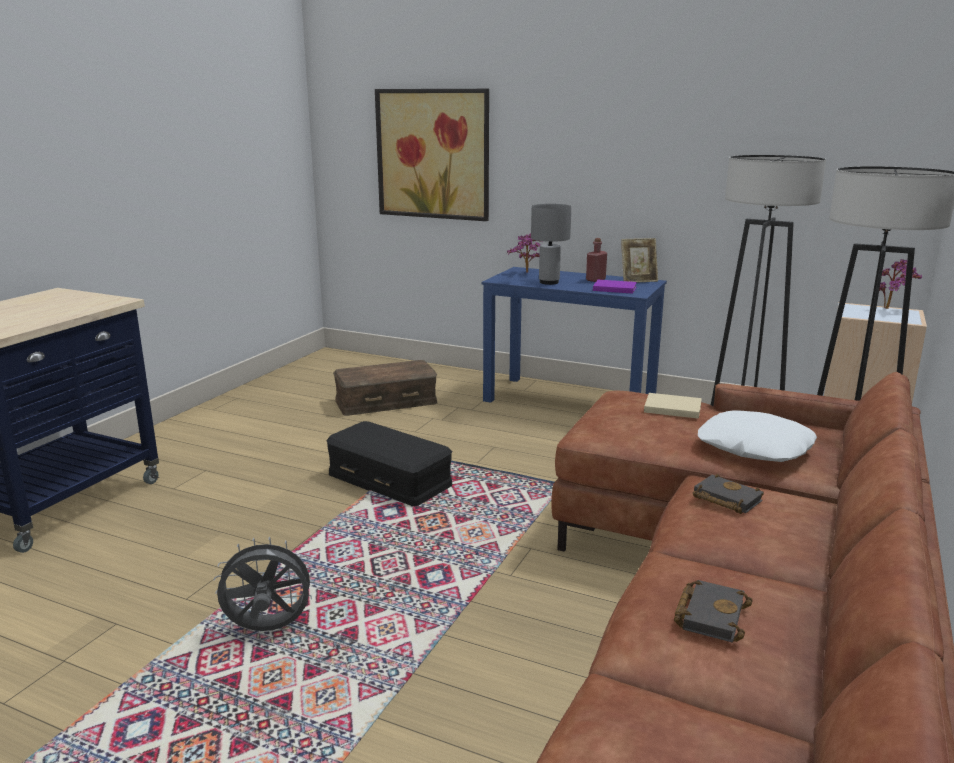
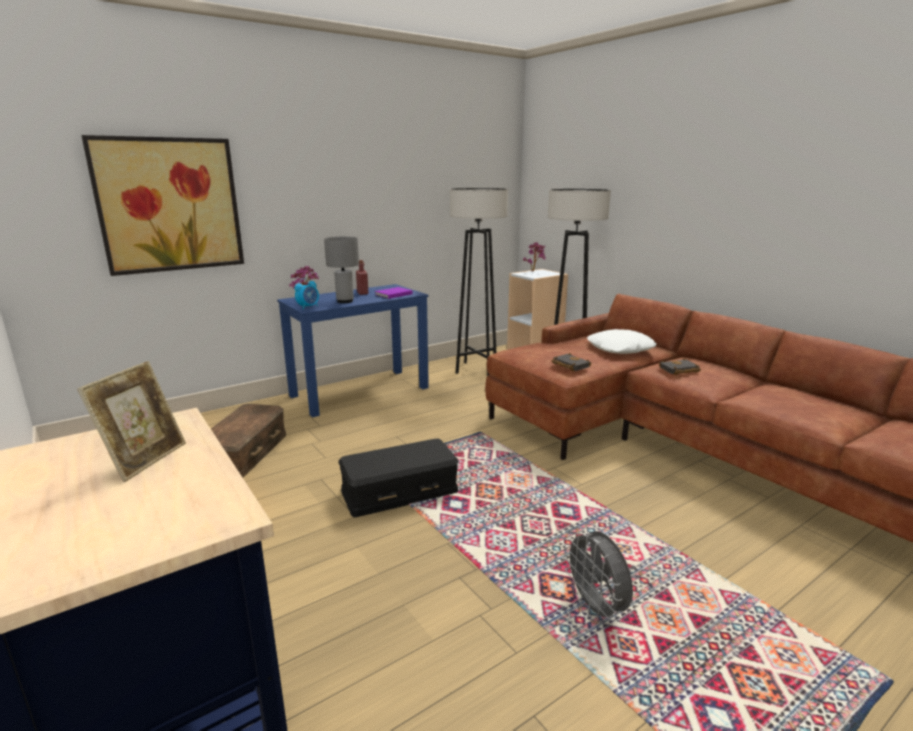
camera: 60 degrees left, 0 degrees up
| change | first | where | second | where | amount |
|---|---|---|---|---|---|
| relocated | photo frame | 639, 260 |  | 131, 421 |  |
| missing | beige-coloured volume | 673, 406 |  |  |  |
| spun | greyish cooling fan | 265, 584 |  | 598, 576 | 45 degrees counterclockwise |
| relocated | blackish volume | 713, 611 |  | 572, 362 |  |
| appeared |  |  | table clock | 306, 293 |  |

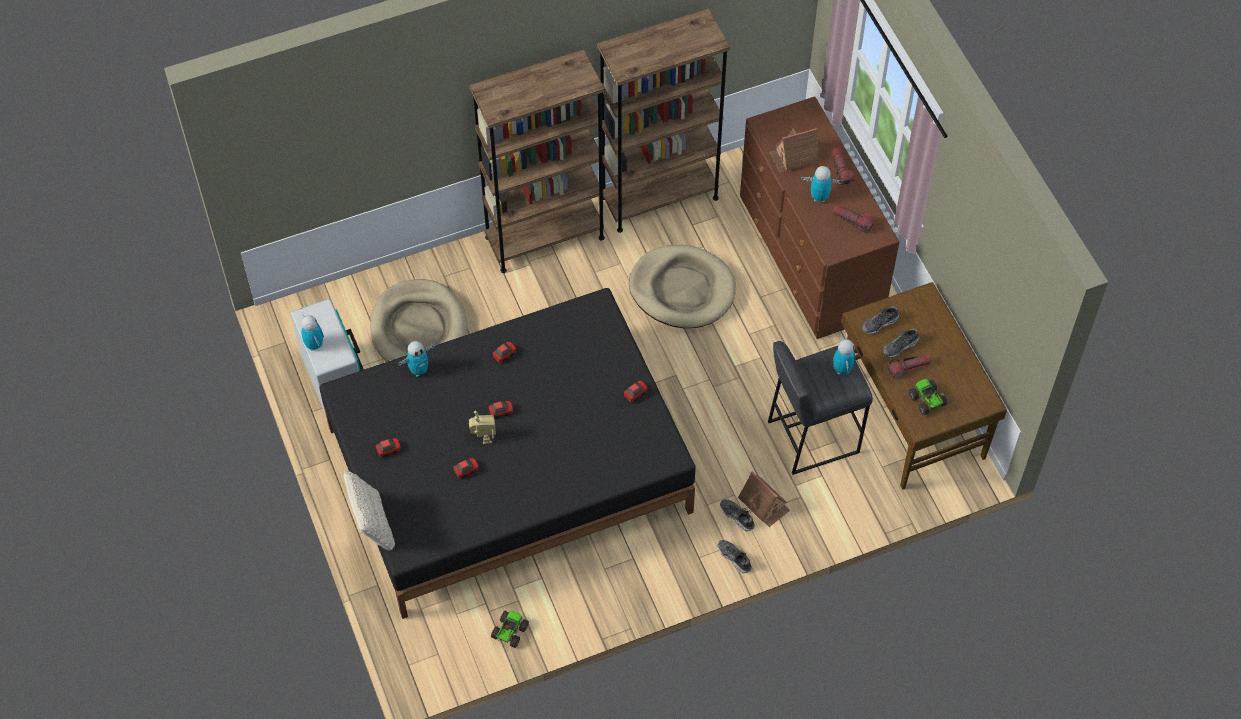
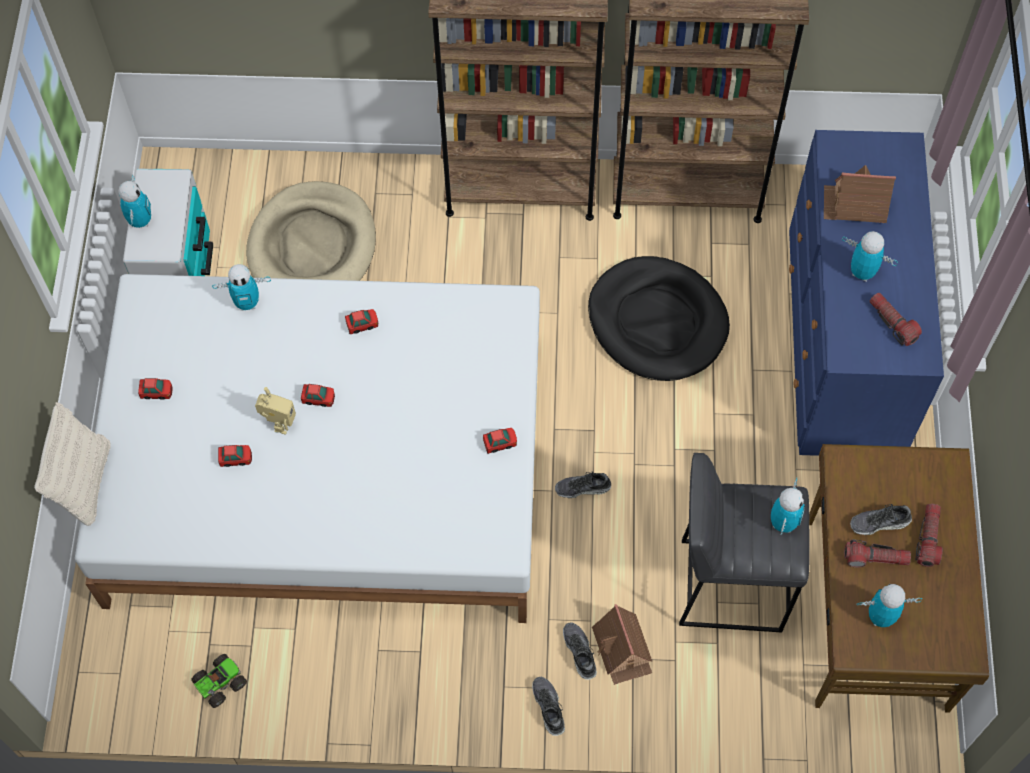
camera: 25 degrees right, 5 degrees up
| change | first | where | second | where | amount |
|---|---|---|---|---|---|
| colour | brown chest of drawers | 819, 218 | blue-coloured chest of drawers | 866, 293 |  |
| relocated | flashlight | 843, 166 |  | 929, 535 |  |
| colour | beige-coloured dog cushion | 682, 286 | blackish dog cushion | 659, 318 |  |
| colour | blackish bed | 507, 453 | whitish bed | 307, 448 |  |
| relocated | item of footwear | 880, 320 |  | 583, 484 |  |
| exchanged | toy truck | 928, 397 | model robot | 889, 605 |  |

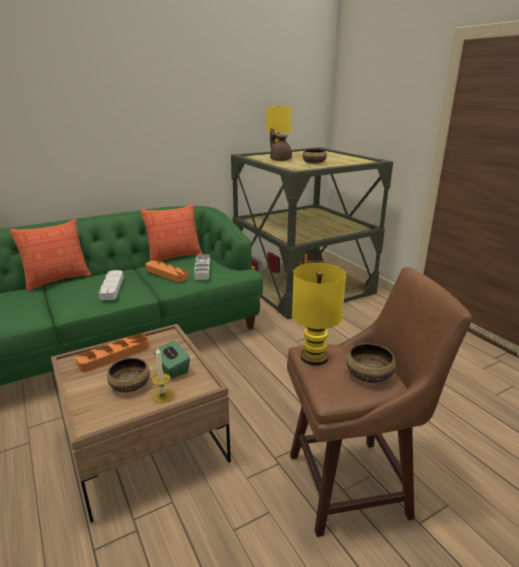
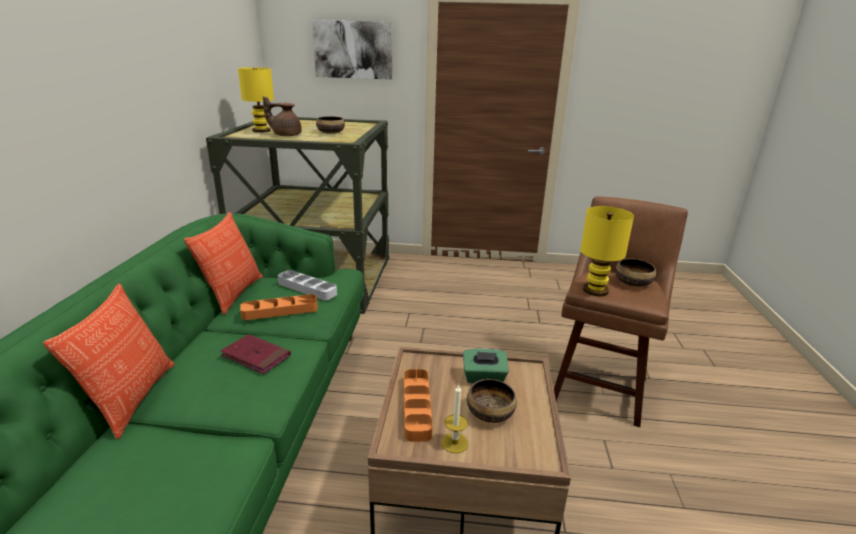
camera: 55 degrees left, 0 degrees up
| change | first | where | second | where | amount |
|---|---|---|---|---|---|
| exchanged | greyish tray | 111, 285 | red-coloured volume | 255, 354 |  |
| relocated | candle | 163, 375 |  | 454, 418 |  |
| appeared |  |  | picture | 352, 50 |  |

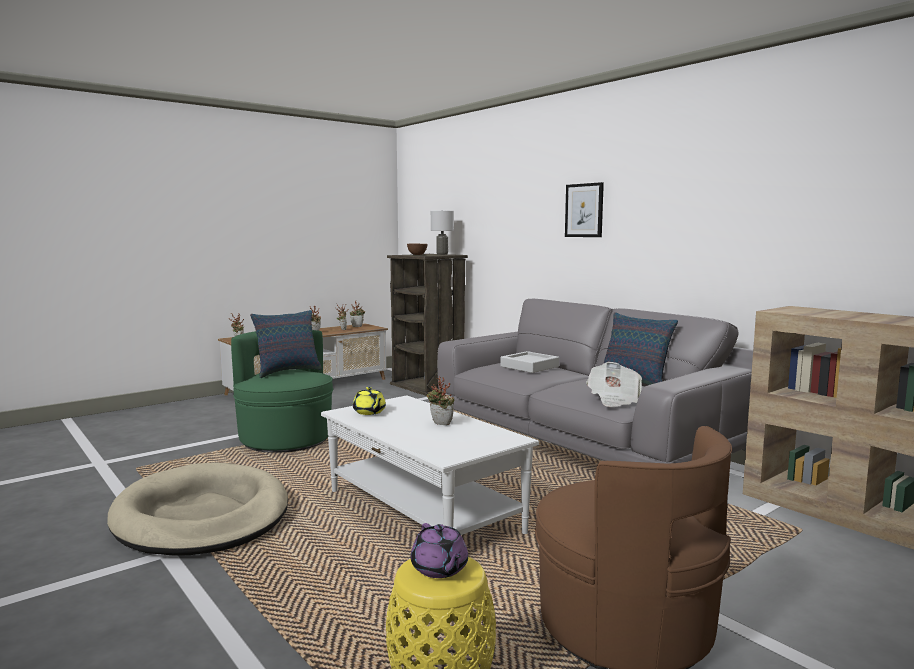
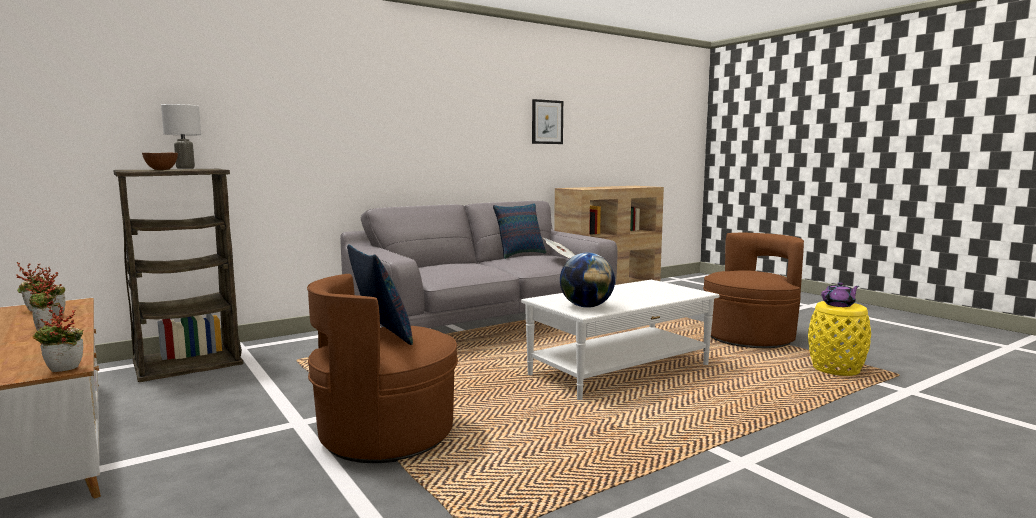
camera: 85 degrees left, 0 degrees up
| change | first | where | second | where | amount |
|---|---|---|---|---|---|
| relocated | picture | 584, 209 |  | 547, 121 |  |
| colour | greenish armchair | 282, 391 | brown armchair | 382, 368 |  |
| missing | greyish tray | 529, 362 |  |  |  |
| missing | potted plant | 440, 400 |  |  |  |
| exchanged | yellowish pot for tea | 369, 401 | desk globe | 587, 280 |  |
| missing | beige-coloured dog cushion | 197, 509 |  |  |  |

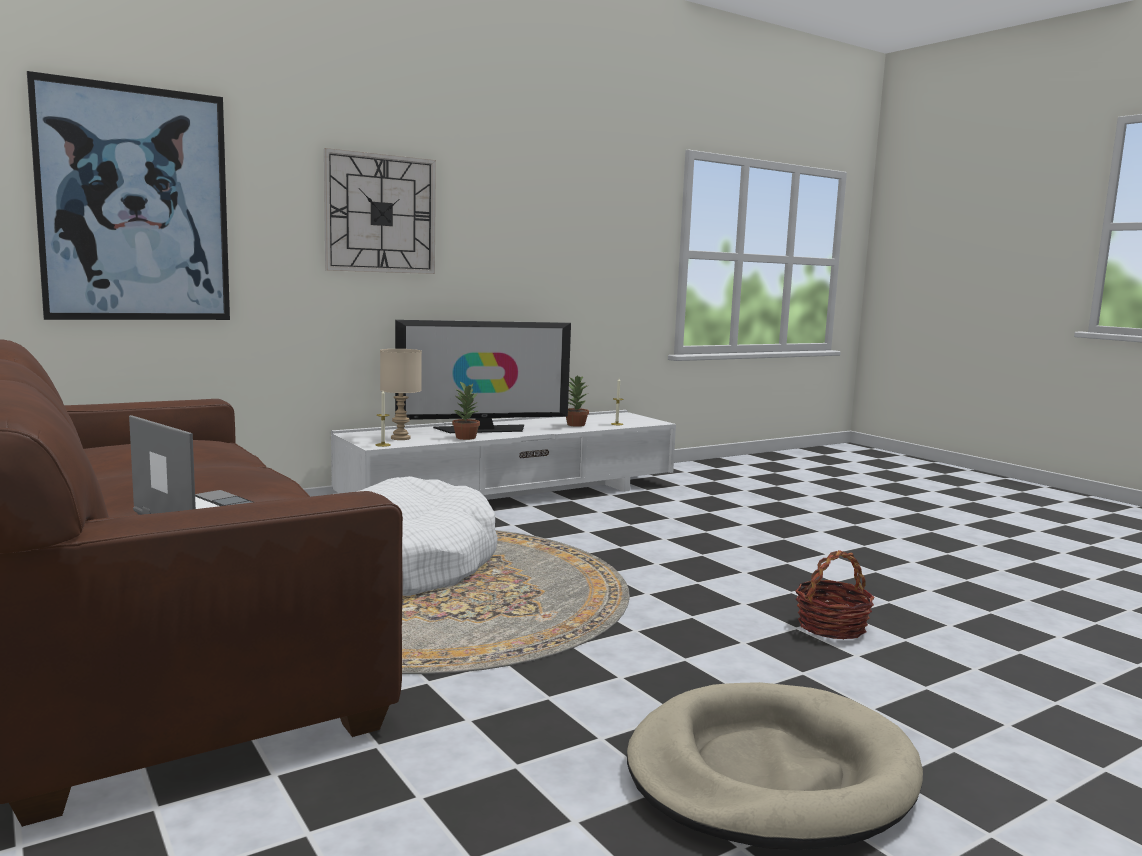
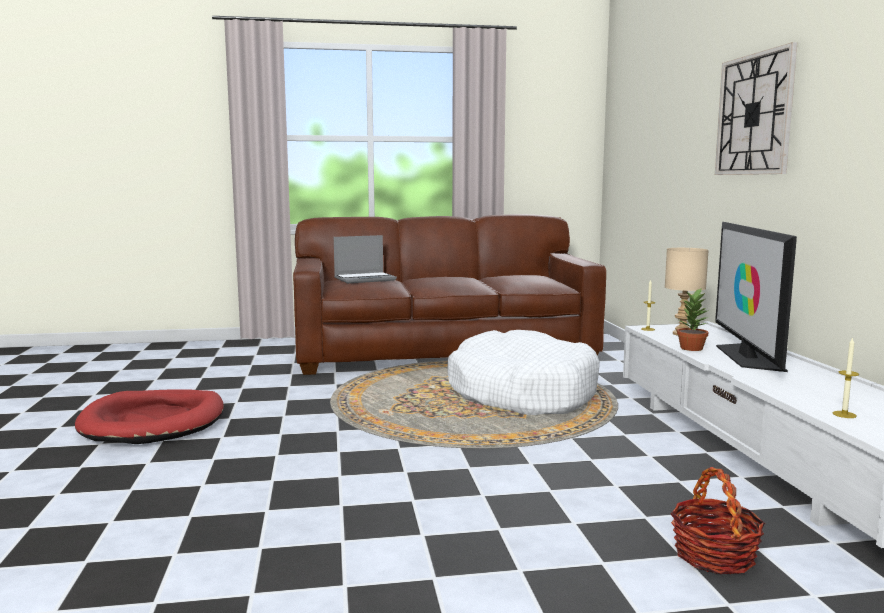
camera: 115 degrees right, 0 degrees up
| change | first | where | second | where | amount |
|---|---|---|---|---|---|
| missing | picture | 128, 195 |  |  |  |
| missing | potted plant | 577, 401 |  |  |  |
| relocated | storage basket | 835, 595 |  | 717, 520 |  |
| colour | beige-coloured dog cushion | 775, 766 | red-coloured dog cushion | 149, 416 |  |

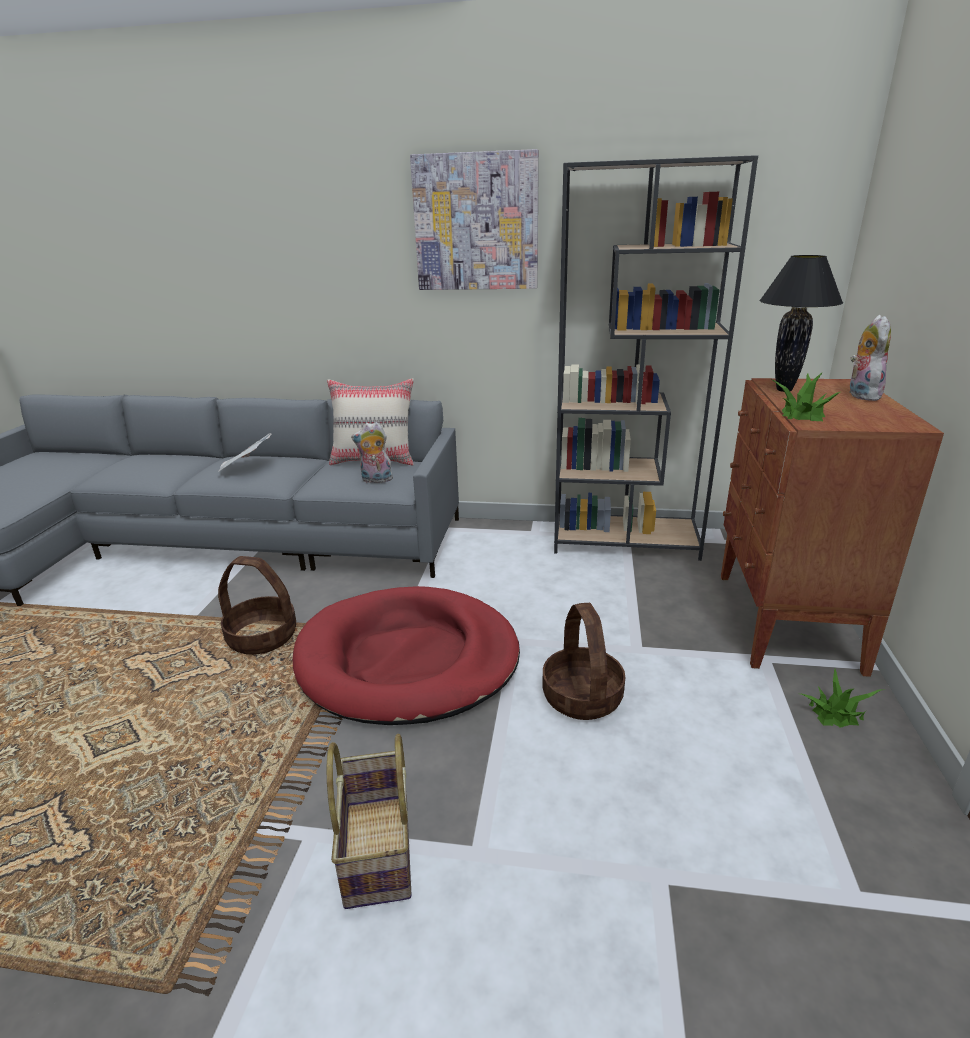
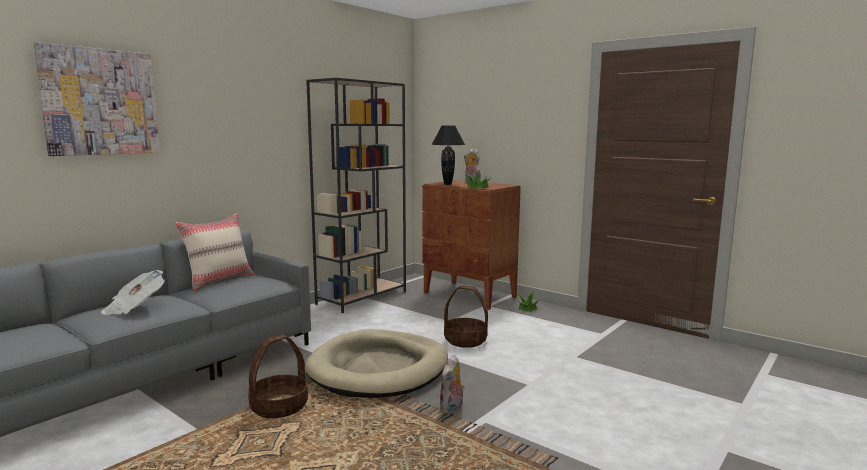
camera: 60 degrees left, 15 degrees down
| change | first | where | second | where | amount |
|---|---|---|---|---|---|
| relocated | picture | 474, 219 |  | 97, 99 |  |
| relocated | plush toy | 372, 452 |  | 452, 385 |  |
| colour | red-coloured dog cushion | 406, 655 | beige-coloured dog cushion | 376, 363 |  |
| missing | storage basket | 369, 821 |  |  |  |

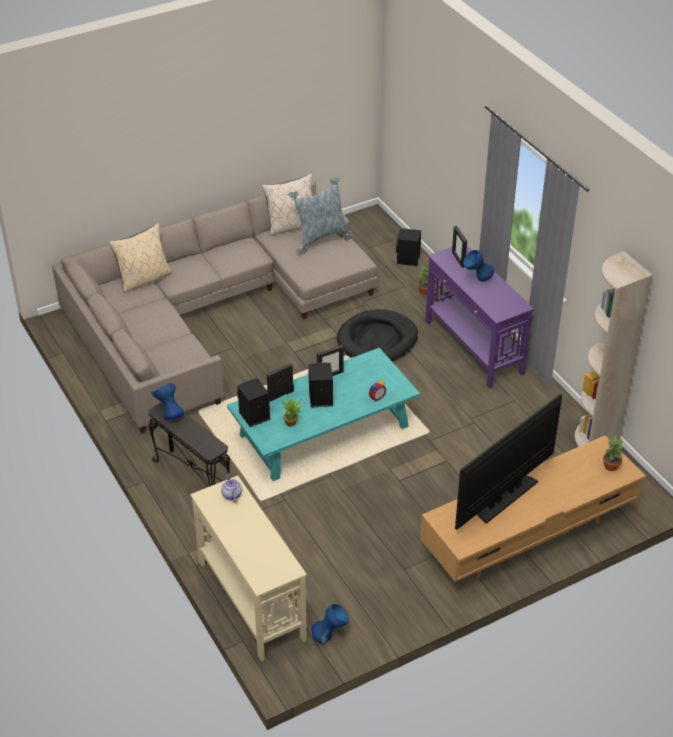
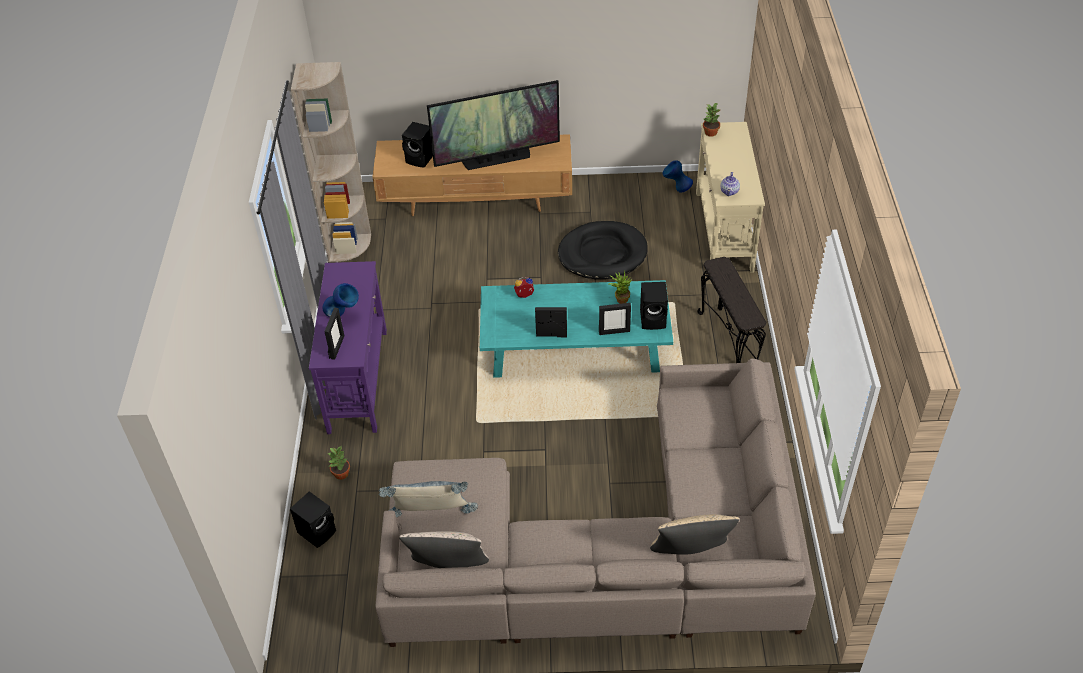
camera: 150 degrees left, 5 degrees up
| change | first | where | second | where | amount |
|---|---|---|---|---|---|
| relocated | blackish dog cushion | 377, 335 |  | 603, 250 |  |
| relocated | blackish speaker | 321, 385 |  | 417, 145 |  |
| missing | blue-coloured decorative vase | 167, 401 |  |  |  |
| relocated | potted plant | 613, 453 |  | 711, 119 |  |

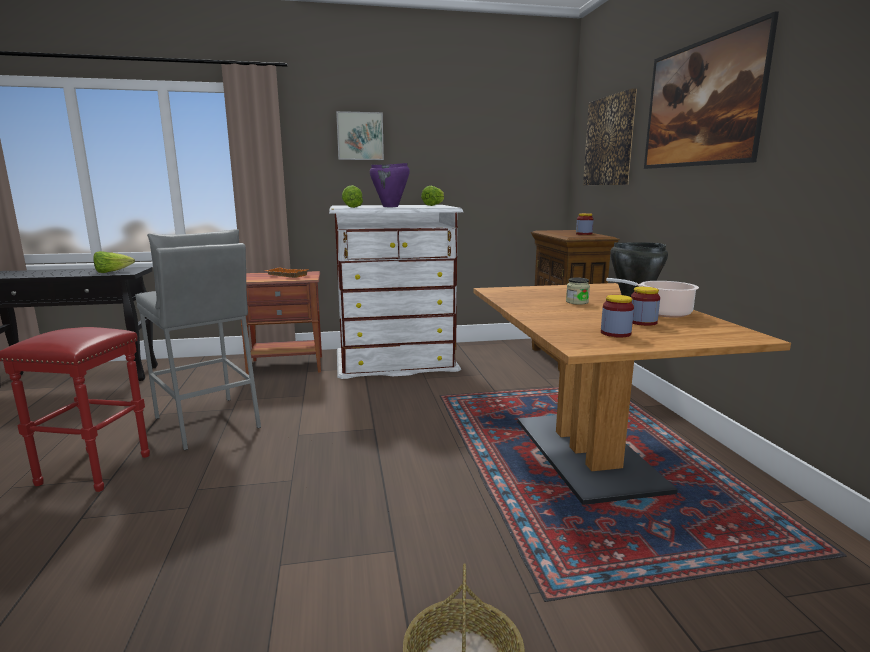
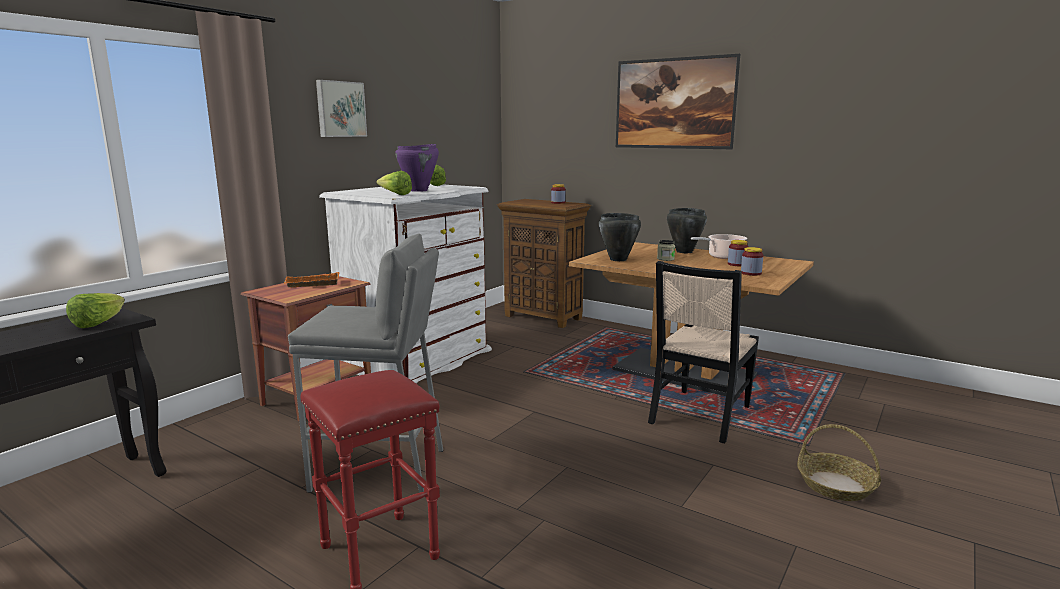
camera: 45 degrees left, 0 degrees up
| change | first | where | second | where | amount |
|---|---|---|---|---|---|
| missing | picture | 610, 136 |  |  |  |
| appeared |  |  | blackish stockpot | 620, 237 |  |
| appeared |  |  | plain chair | 703, 352 |  |

